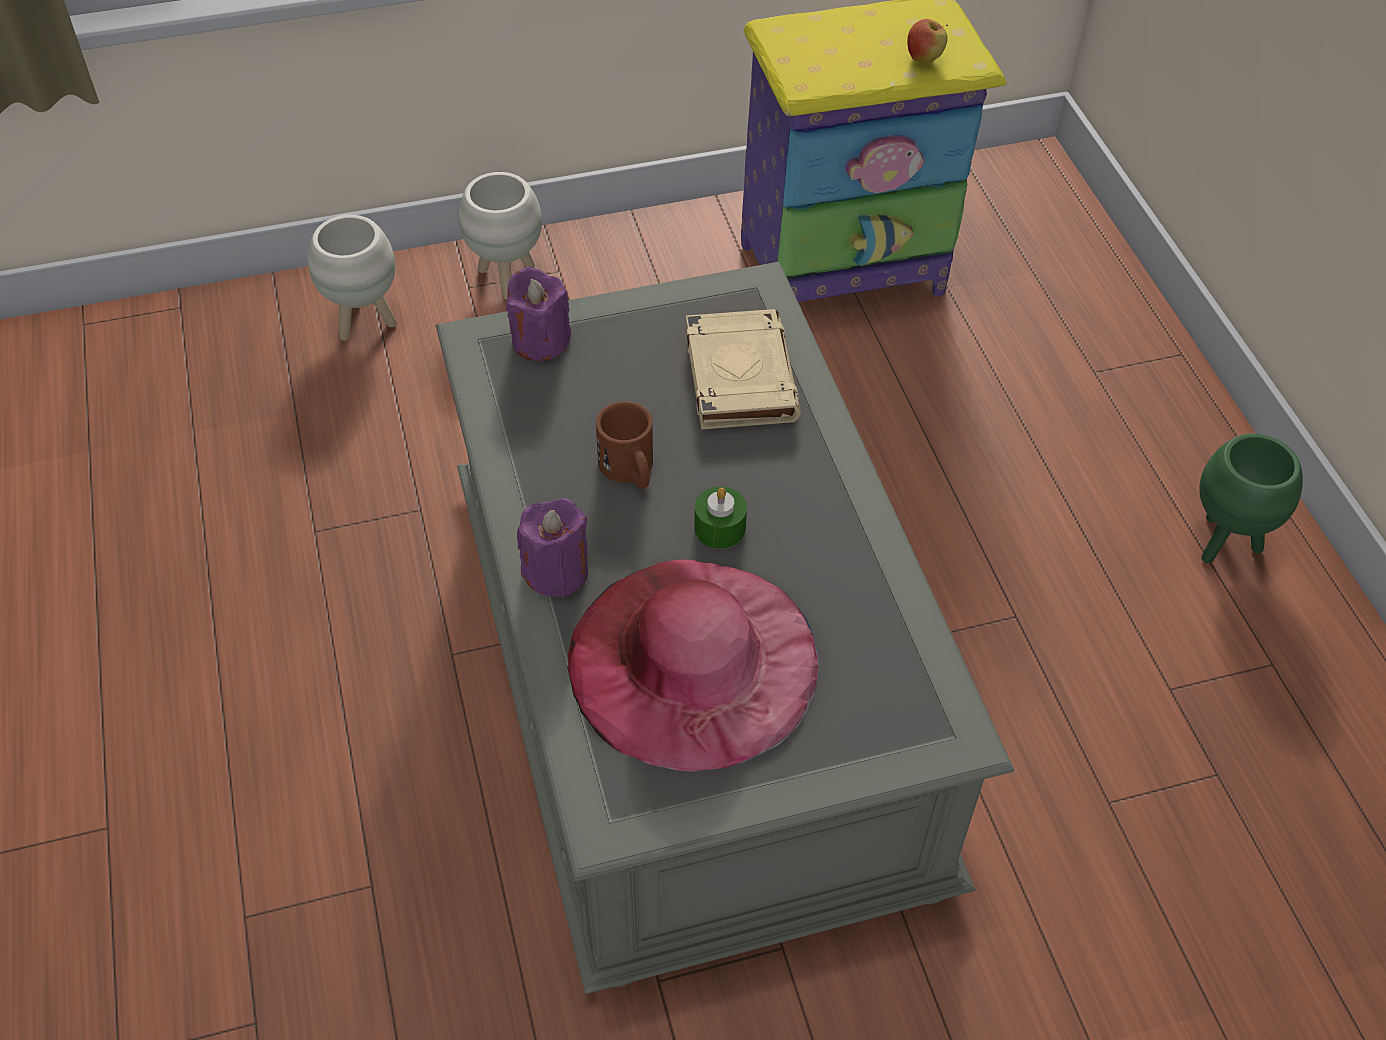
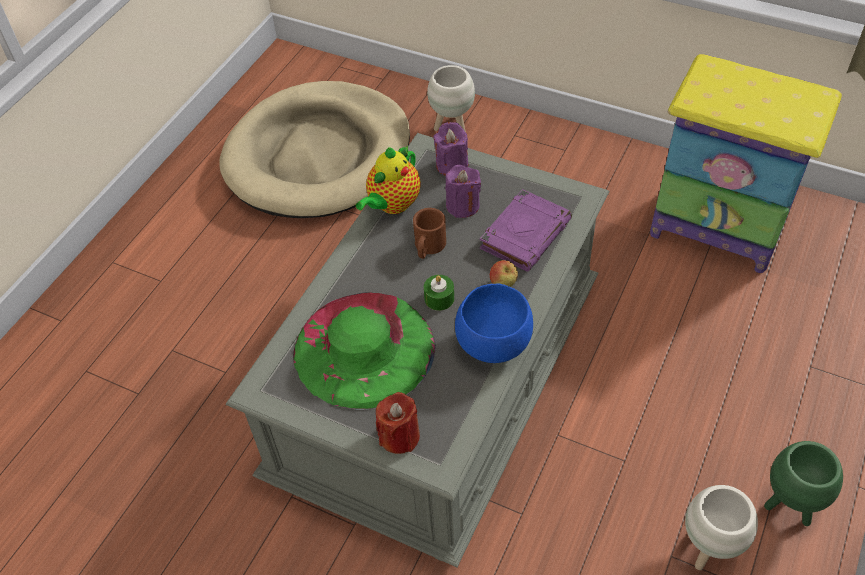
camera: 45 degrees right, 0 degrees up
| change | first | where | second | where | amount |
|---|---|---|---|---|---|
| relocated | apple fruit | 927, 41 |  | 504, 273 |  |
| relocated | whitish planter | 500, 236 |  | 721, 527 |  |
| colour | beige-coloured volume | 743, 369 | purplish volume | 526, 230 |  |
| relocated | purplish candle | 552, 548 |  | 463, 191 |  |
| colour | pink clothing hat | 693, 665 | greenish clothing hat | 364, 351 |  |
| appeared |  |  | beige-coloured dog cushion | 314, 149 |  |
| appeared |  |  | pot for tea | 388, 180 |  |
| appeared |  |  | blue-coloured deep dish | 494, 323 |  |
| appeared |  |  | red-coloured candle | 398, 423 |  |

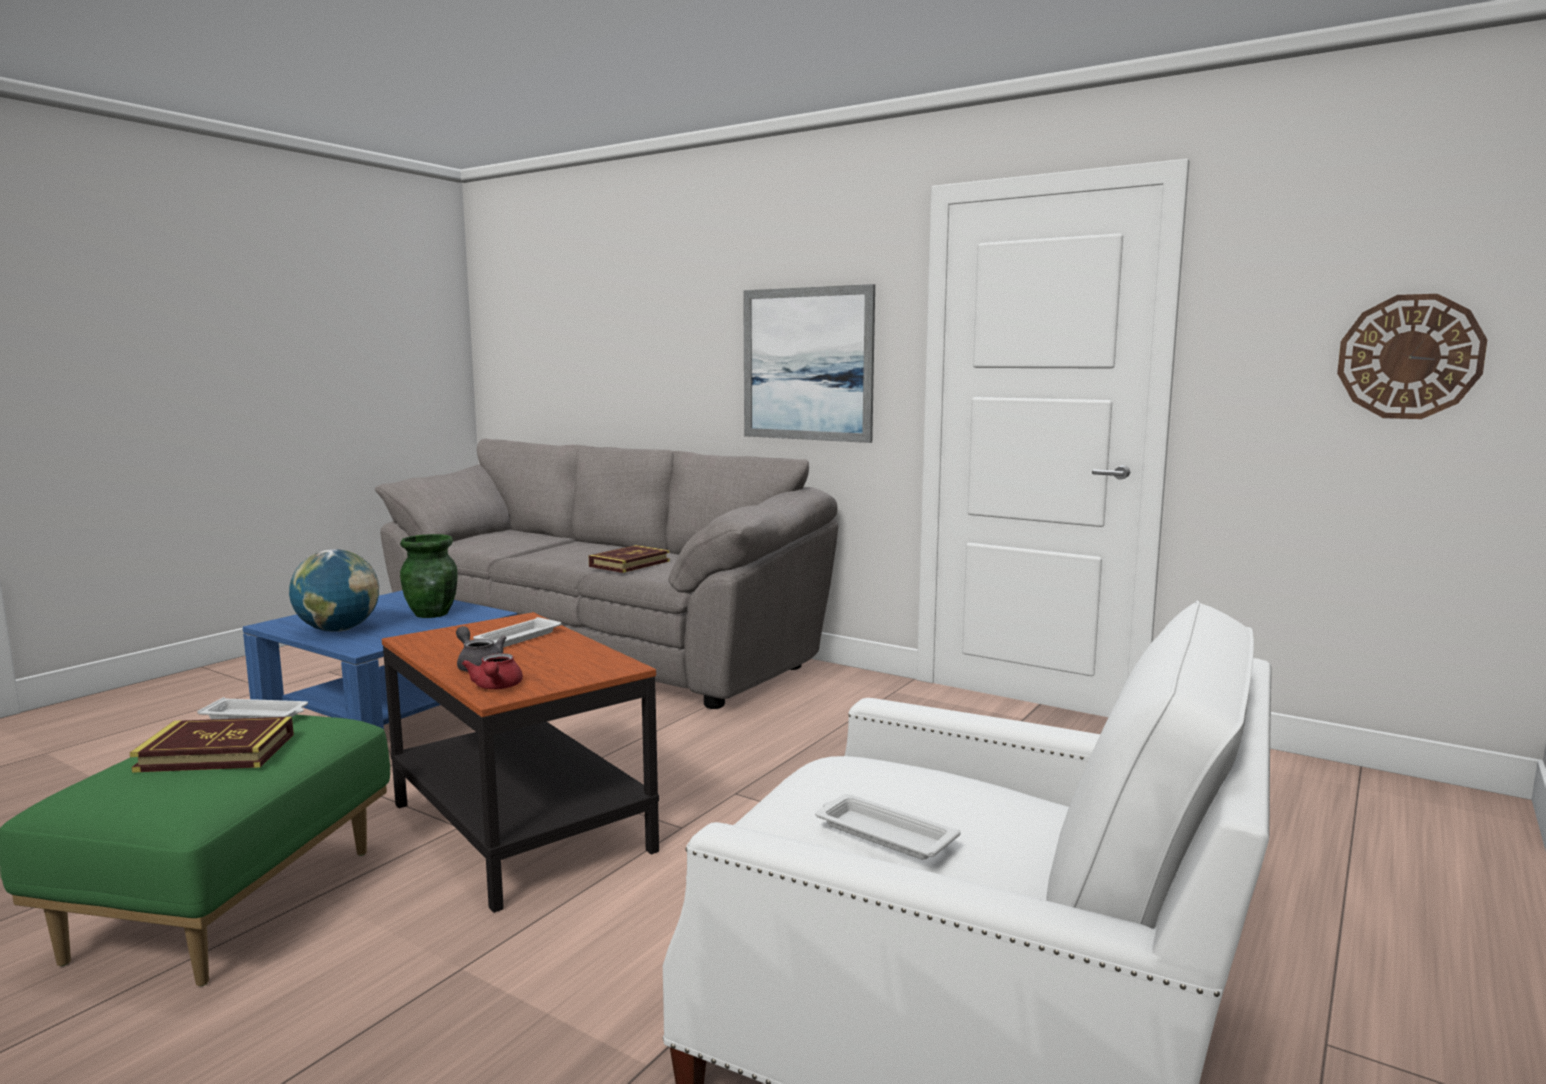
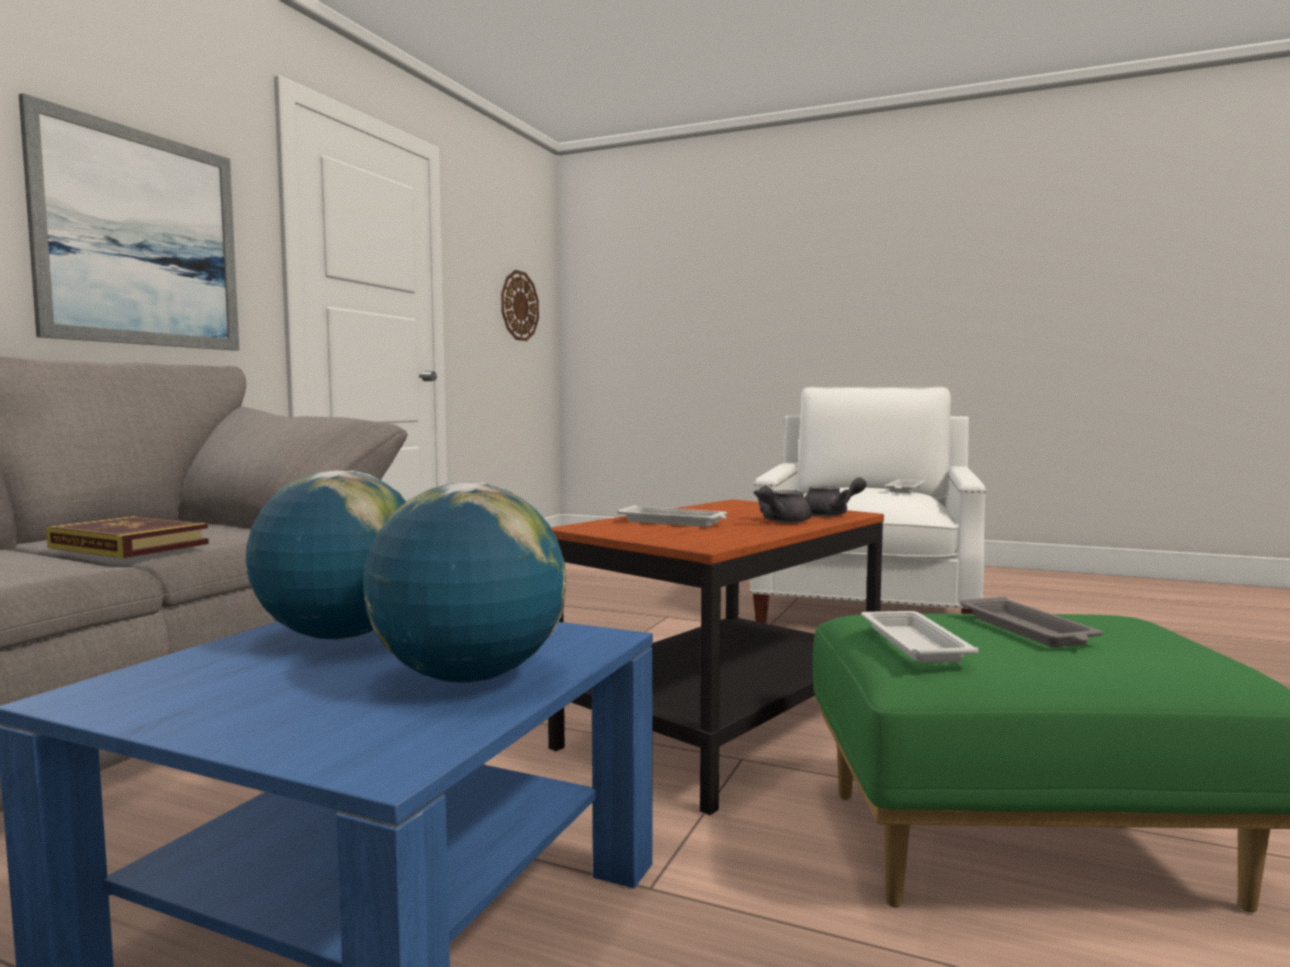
camera: 100 degrees left, 5 degrees down
| change | first | where | second | where | amount |
|---|---|---|---|---|---|
| exchanged | greenish decorative vase | 428, 576 | desk globe | 326, 555 |  |
| colour | red-coloured pot for tea | 492, 671 | greyish pot for tea | 835, 497 |  |
| exchanged | volume | 212, 745 | greyish tray | 1031, 622 |  |

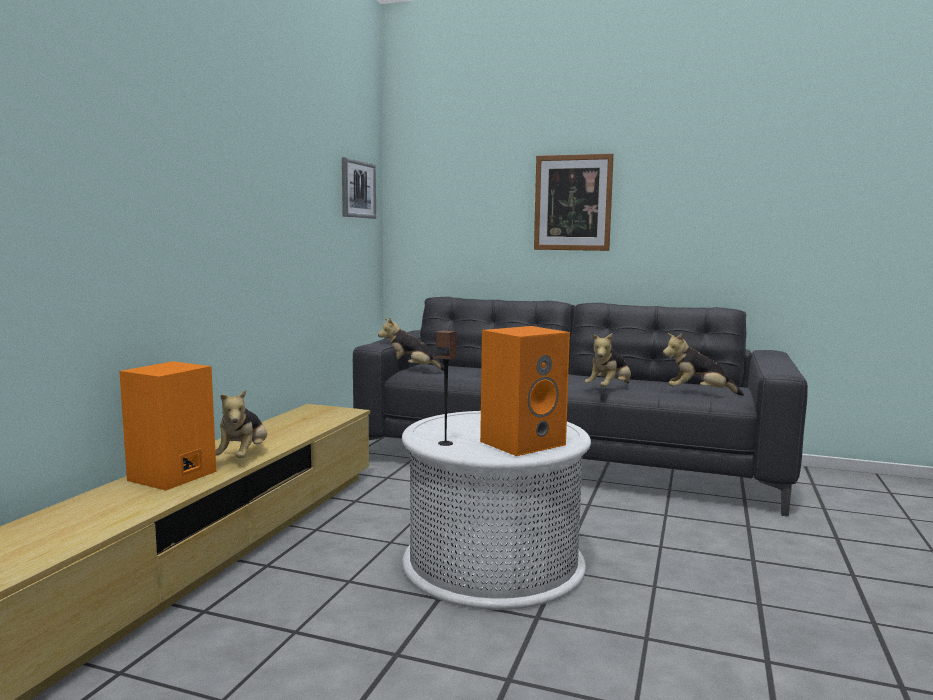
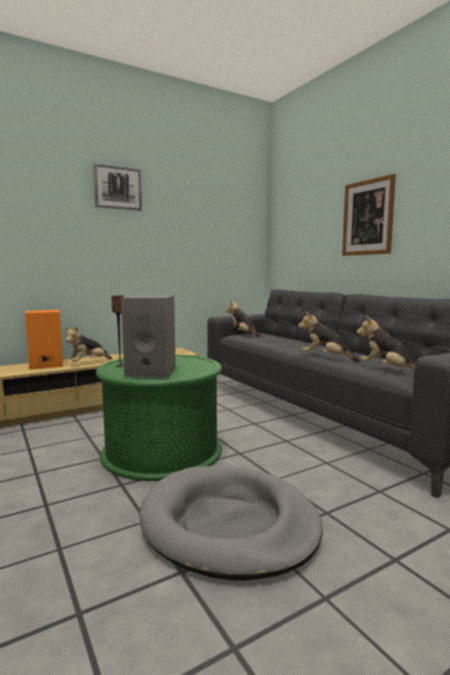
camera: 40 degrees right, 0 degrees up
| change | first | where | second | where | amount |
|---|---|---|---|---|---|
| relocated | picture | 359, 188 |  | 117, 187 |  |
| colour | orange-coloured speaker | 525, 391 | greyish speaker | 148, 336 |  |
| spun | plush toy | 608, 360 |  | 329, 337 | 45 degrees clockwise |
| colour | whitish low table | 496, 510 | greenish low table | 159, 417 |  |
| appeared |  |  | greyish dog cushion | 231, 523 |  |

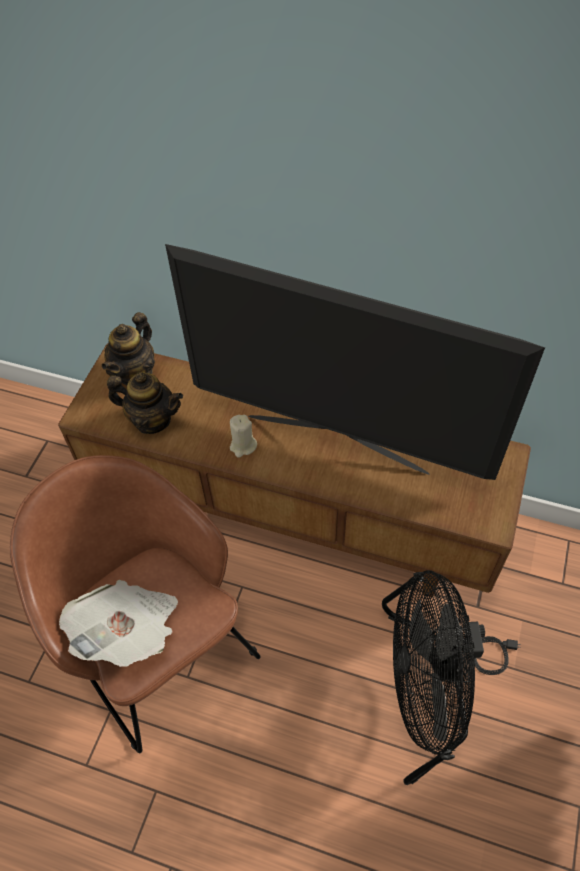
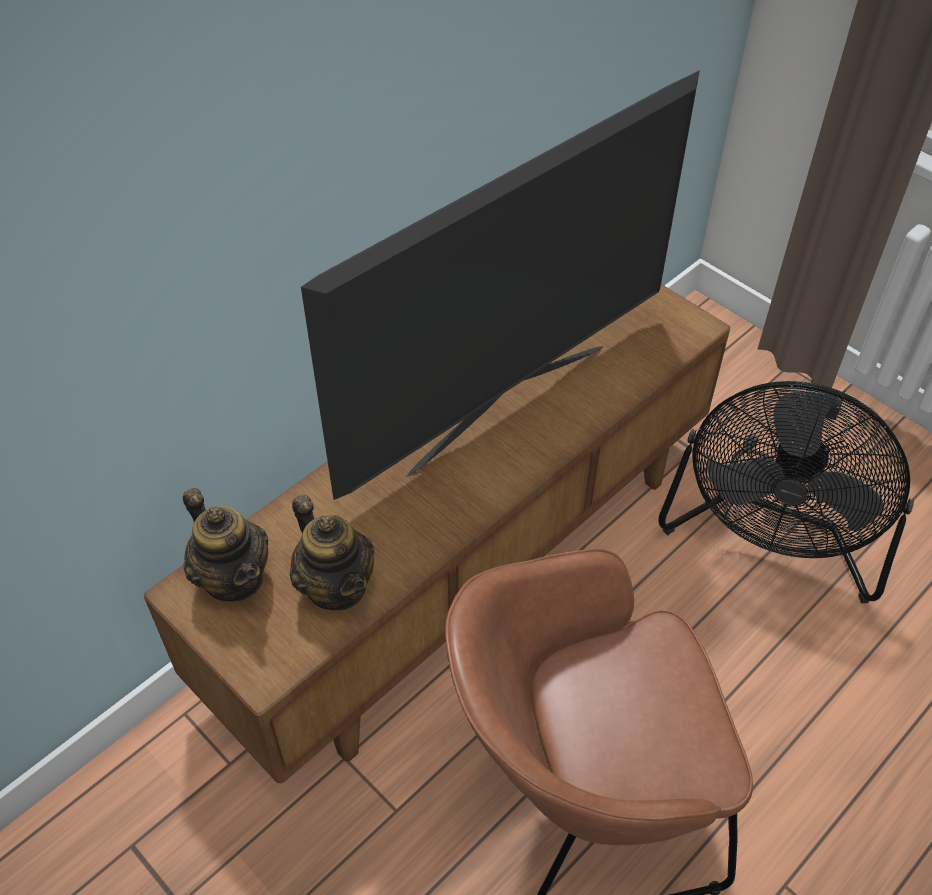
camera: 65 degrees left, 5 degrees down
| change | first | where | second | where | amount |
|---|---|---|---|---|---|
| spun | pot for tea | 145, 403 |  | 332, 552 | 105 degrees clockwise |
| missing | beige-coloured candle | 243, 436 |  |  |  |
| missing | printed paper | 118, 623 |  |  |  |

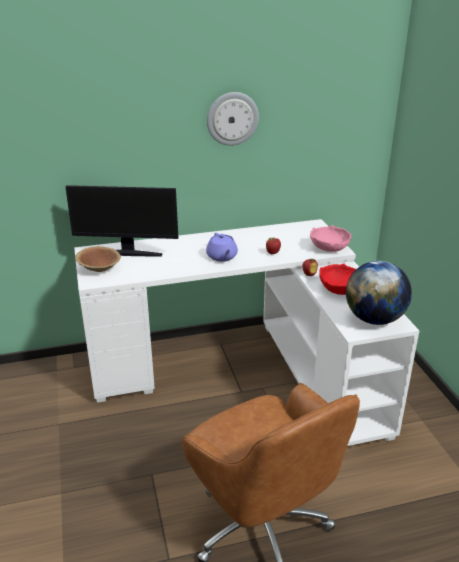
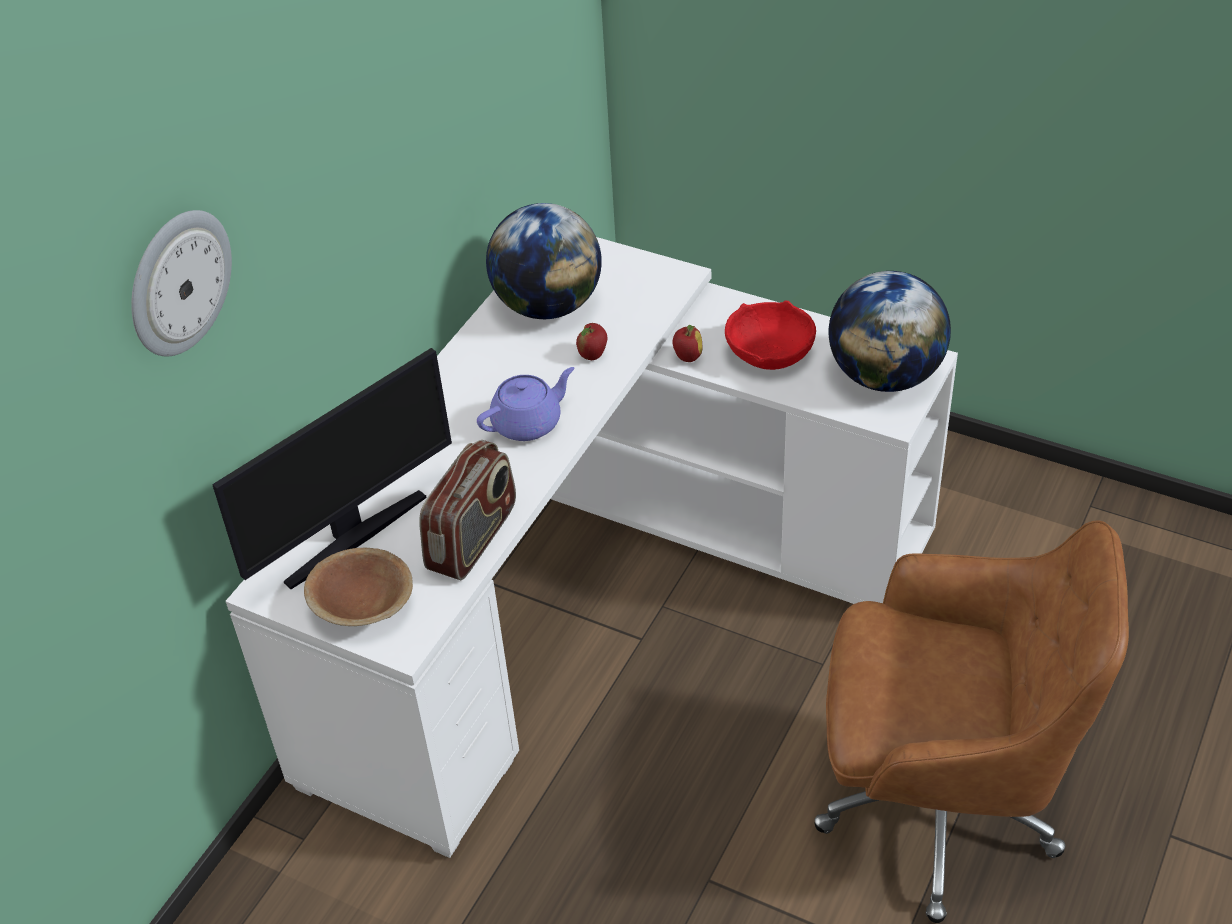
camera: 45 degrees left, 15 degrees up
| change | first | where | second | where | amount |
|---|---|---|---|---|---|
| relocated | clock on the wall | 233, 119 |  | 181, 283 |  |
| missing | pink deep dish | 330, 238 |  |  |  |
| spun | purplish pot for tea | 222, 247 |  | 525, 404 | 60 degrees counterclockwise |
| appeared |  |  | desk globe | 544, 261 |  |
| appeared |  |  | radio set | 467, 510 |  |

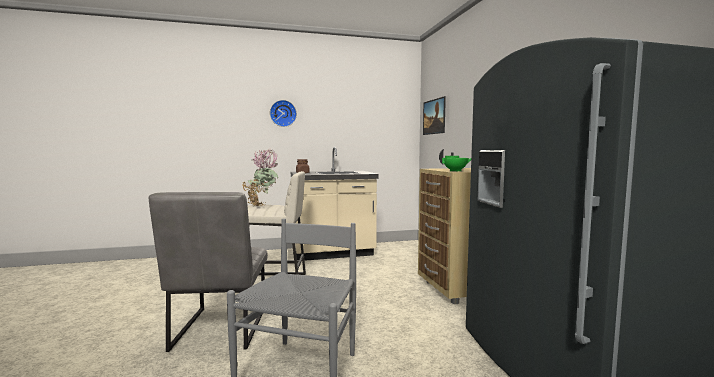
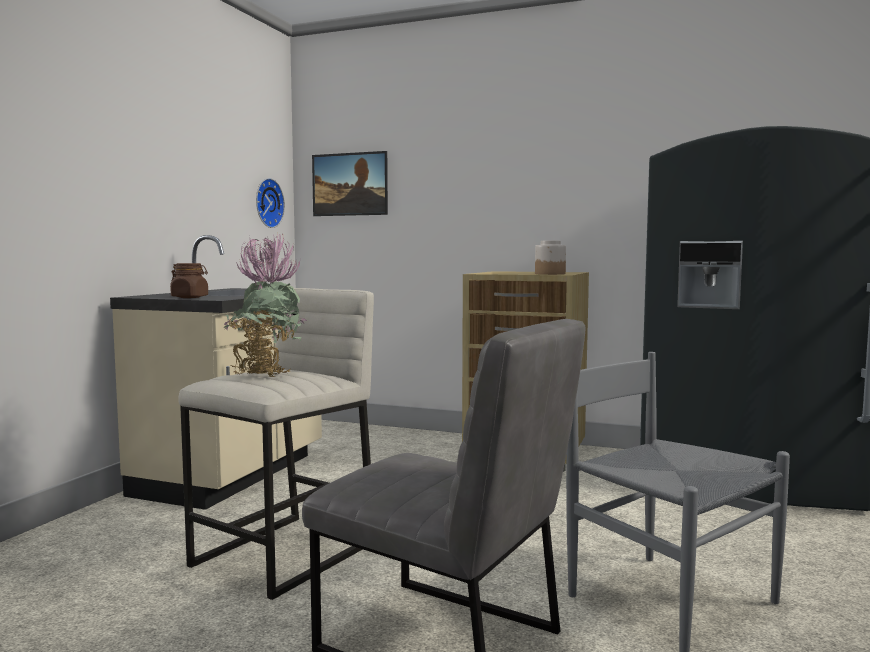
camera: 55 degrees left, 0 degrees up
| change | first | where | second | where | amount |
|---|---|---|---|---|---|
| relocated | clock on the wall | 283, 113 |  | 270, 203 |  |
| exchanged | greenish pot for tea | 455, 160 | preserve jar | 550, 258 |  |

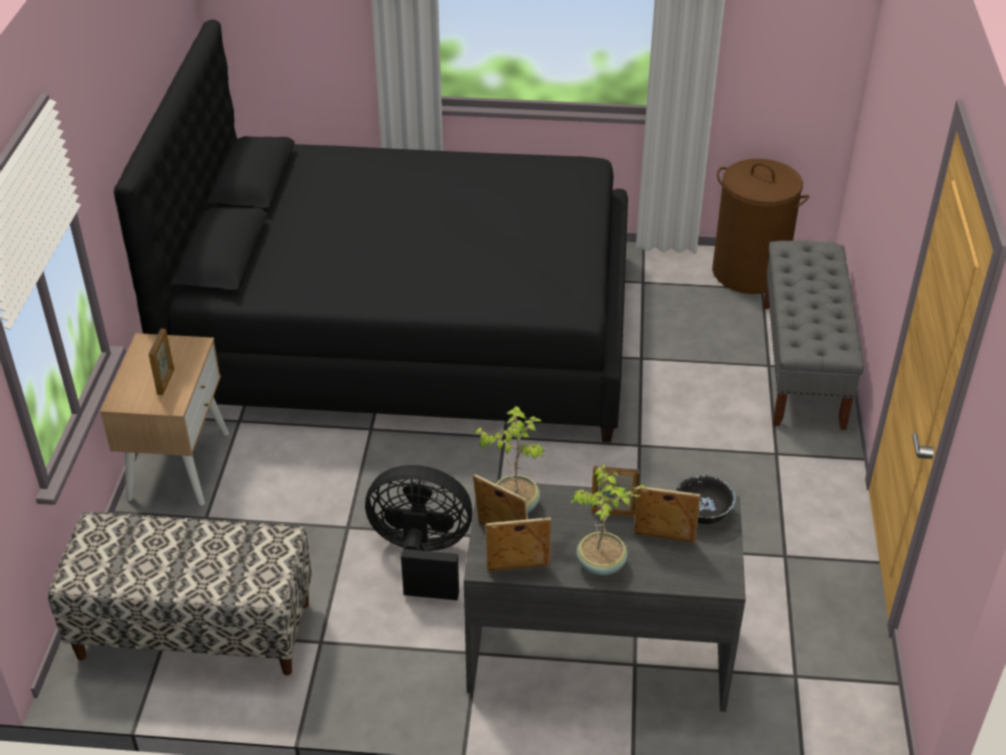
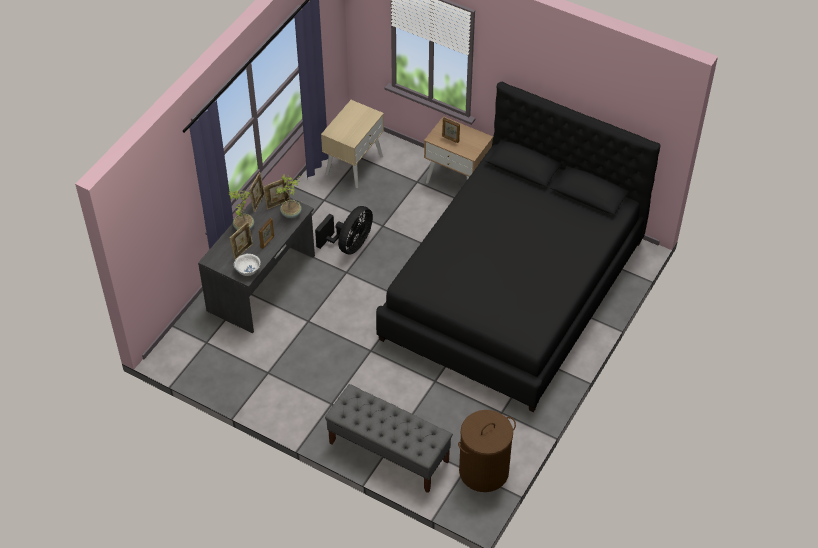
camera: 115 degrees right, 10 degrees up
| change | first | where | second | where | amount |
|---|---|---|---|---|---|
| colour | blackish deep dish | 706, 499 | whitish deep dish | 247, 264 |  |
| exchanged | long seat | 180, 593 | beige-coloured nightstand | 352, 144 |  |

